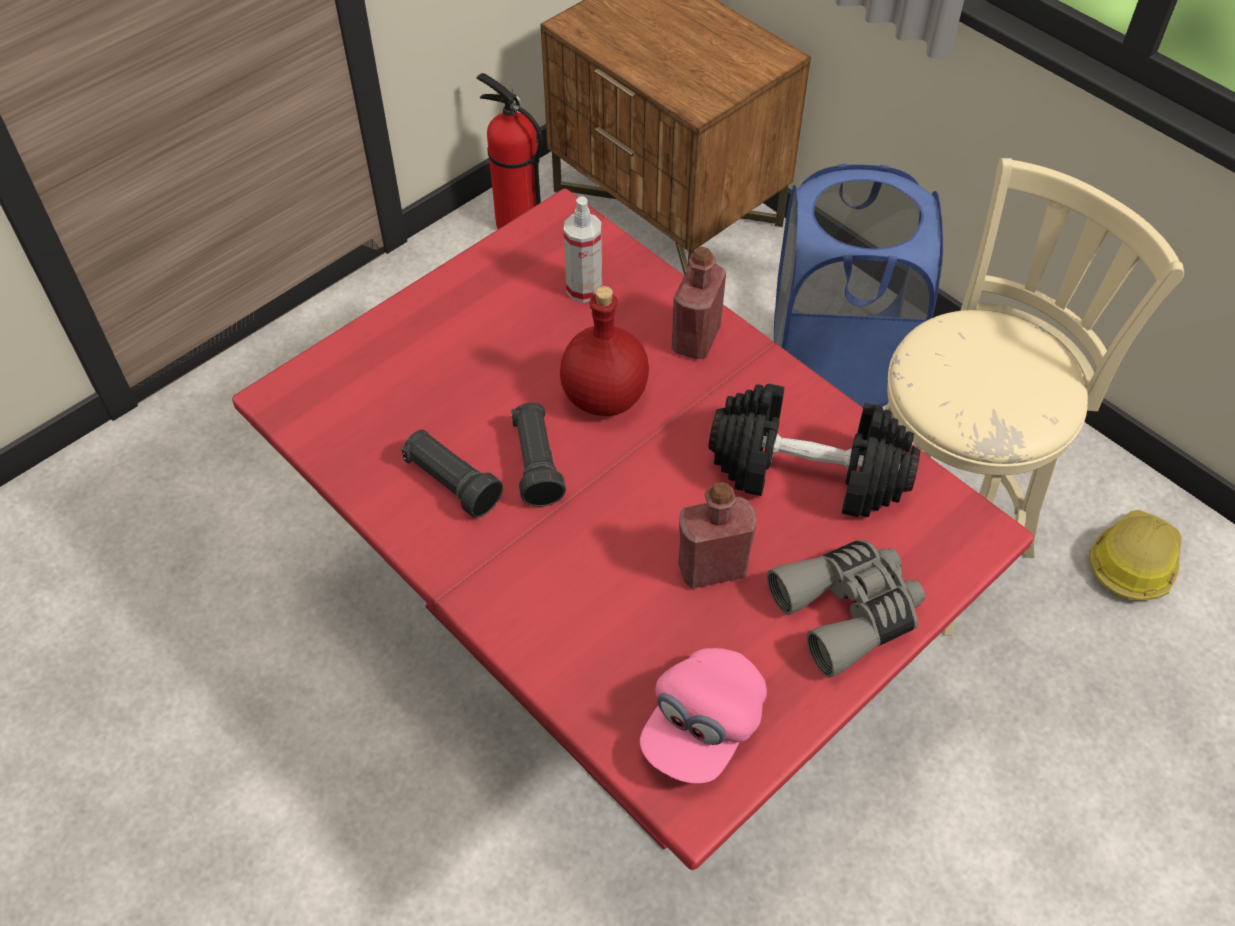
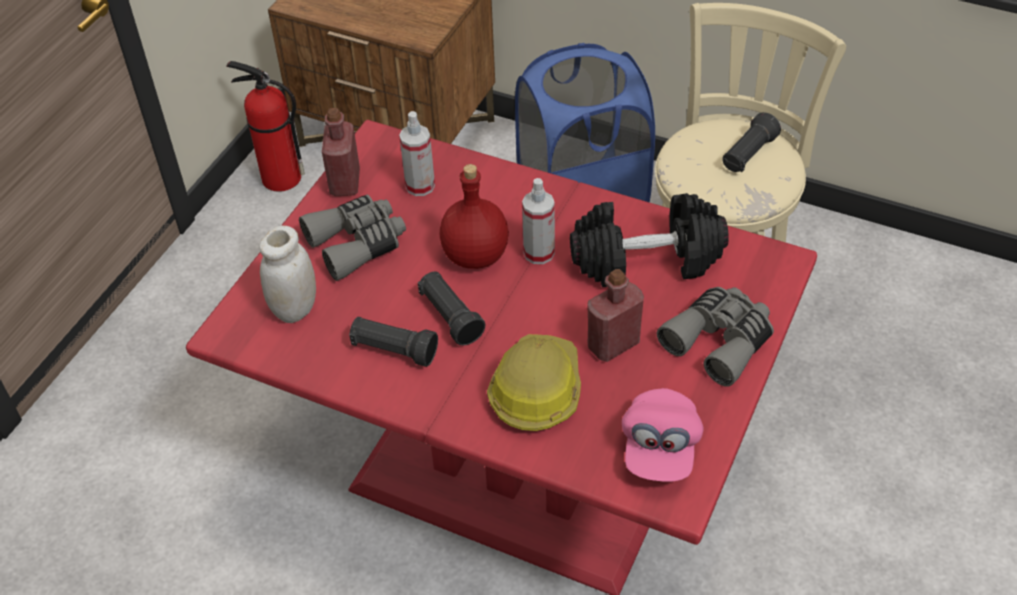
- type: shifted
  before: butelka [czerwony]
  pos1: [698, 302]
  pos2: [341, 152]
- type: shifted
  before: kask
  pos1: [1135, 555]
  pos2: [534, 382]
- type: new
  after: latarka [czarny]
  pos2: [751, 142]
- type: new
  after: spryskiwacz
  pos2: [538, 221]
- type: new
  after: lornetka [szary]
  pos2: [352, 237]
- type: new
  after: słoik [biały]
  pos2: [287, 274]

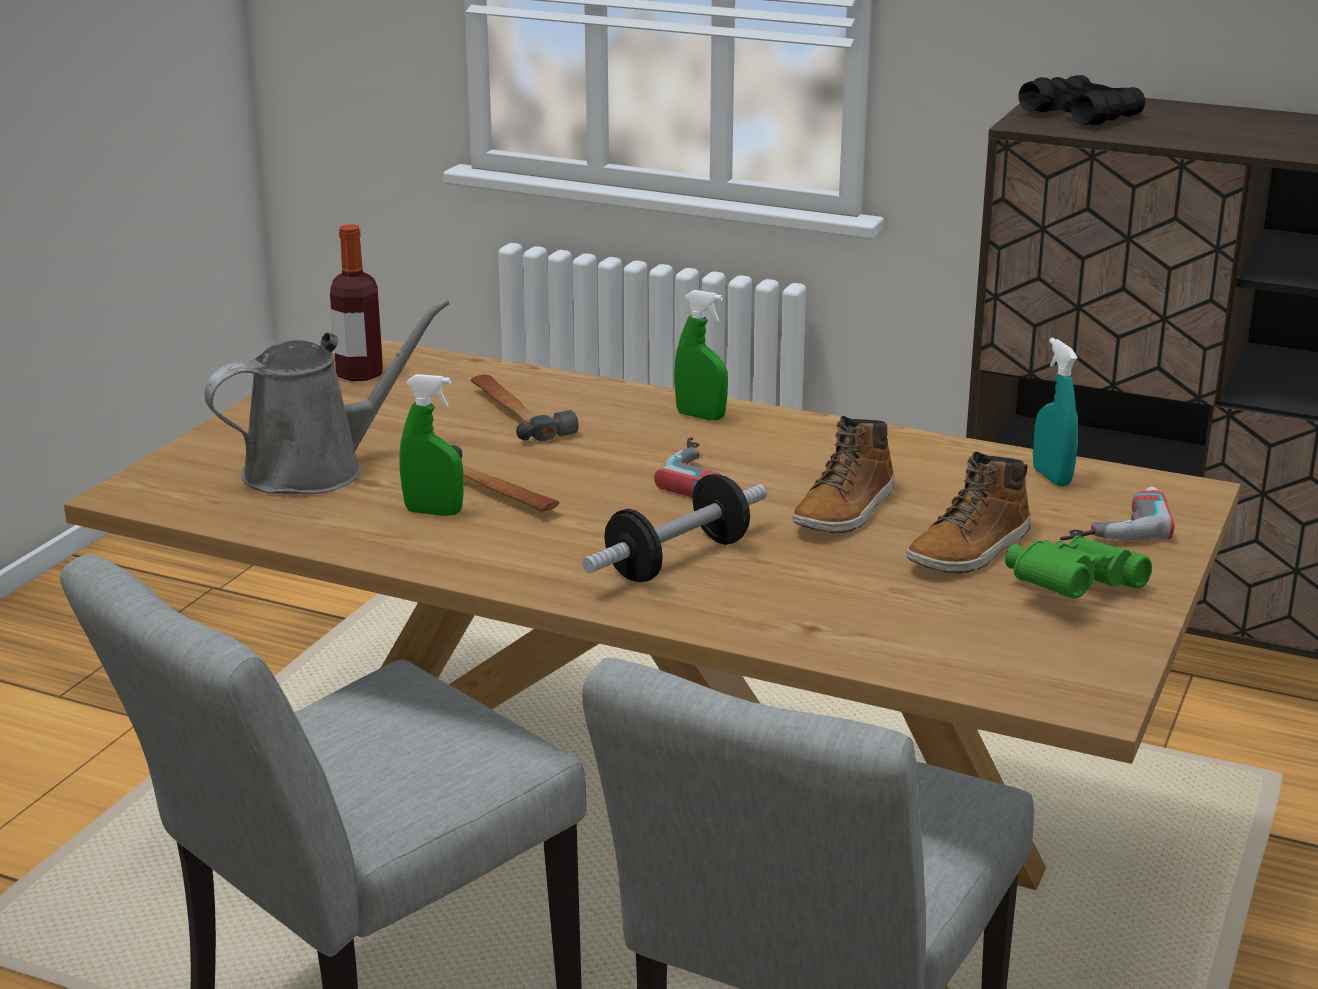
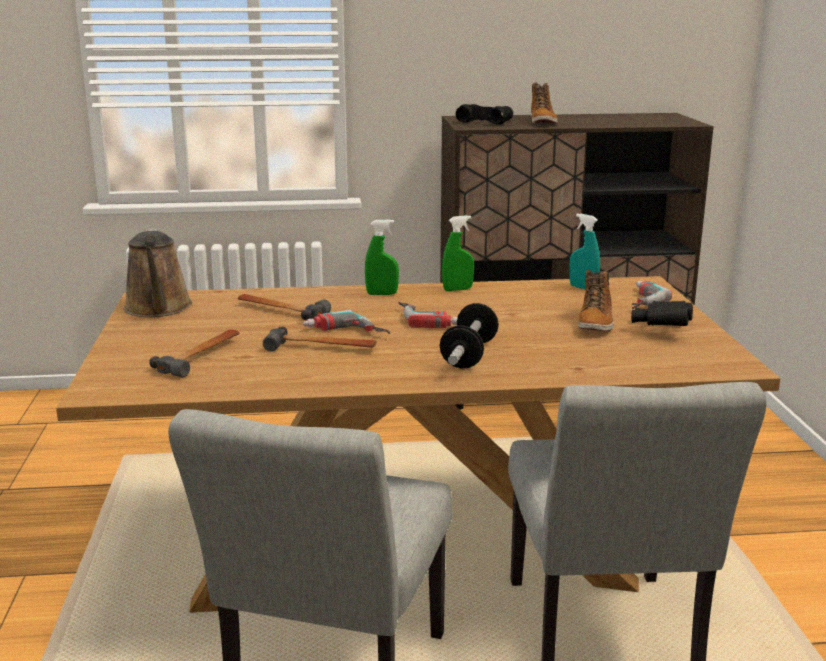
- type: swapped
  before: butelka
  after: konewka [brązowy]
  pos1: [356, 302]
  pos2: [158, 273]
- type: swapped
  before: konewka [szary]
  after: młotek
  pos1: [326, 396]
  pos2: [194, 353]
- type: shifted
  before: spryskiwacz [zielony]
  pos1: [431, 445]
  pos2: [458, 253]
- type: shifted
  before: but z cholewką
  pos1: [843, 474]
  pos2: [544, 103]
- type: repainted
  before: lornetka [zielony]
  after: lornetka [czarny]
  pos1: [1078, 567]
  pos2: [662, 313]
- type: new
  after: wiertarka
  pos2: [346, 322]

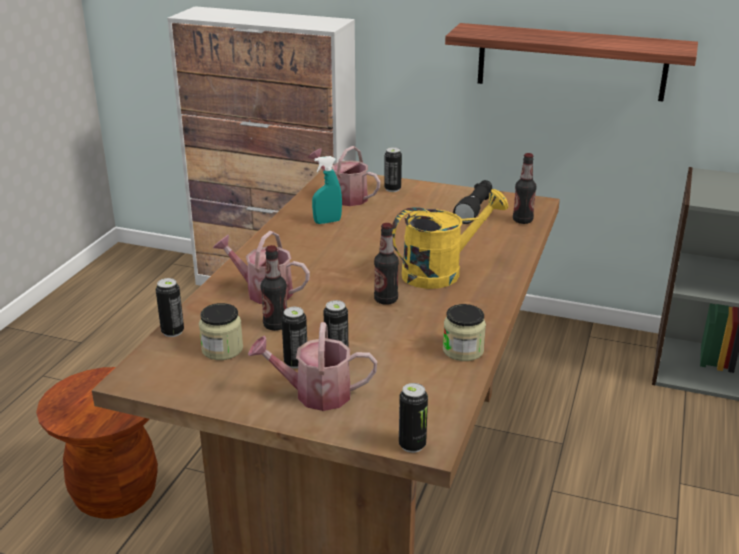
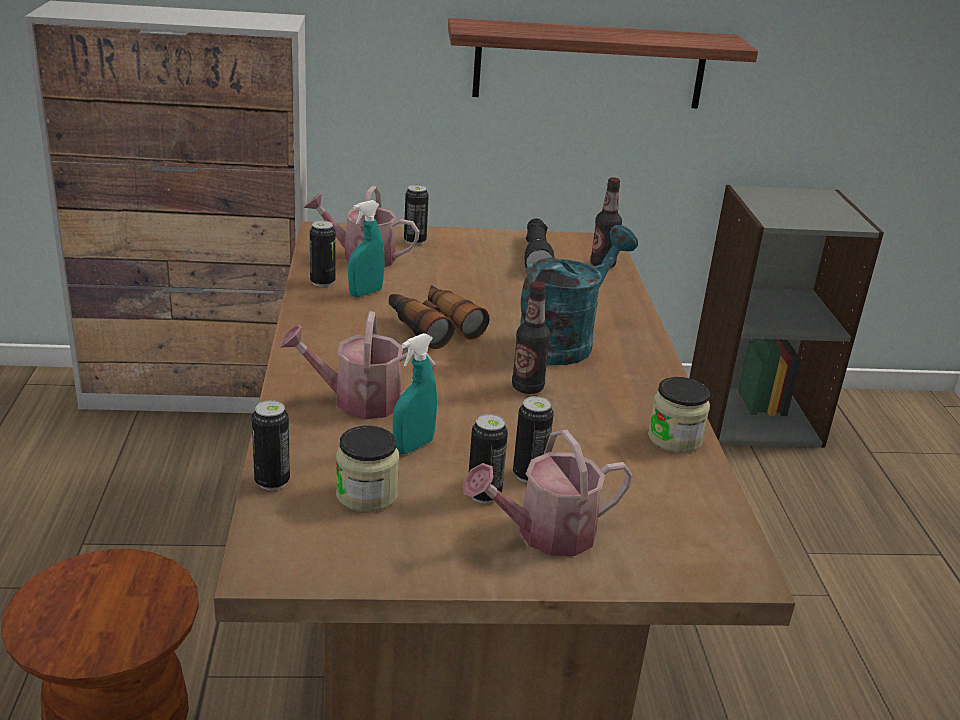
- type: repainted
  before: konewka [żółty]
  after: konewka [turkusowy]
  pos1: [450, 239]
  pos2: [579, 295]
- type: swapped
  before: butelka
  after: spryskiwacz [turkusowy]
  pos1: [273, 288]
  pos2: [415, 393]
- type: shifted
  before: puszka
  pos1: [413, 418]
  pos2: [323, 254]
- type: new
  after: lornetka
  pos2: [439, 317]

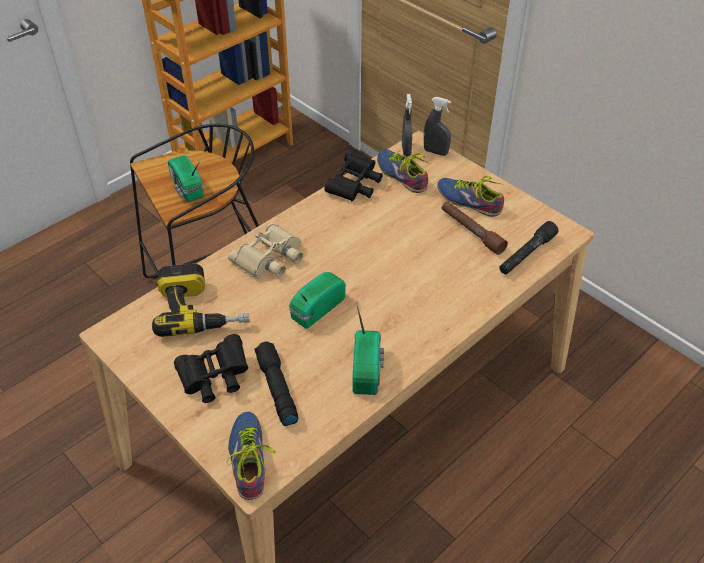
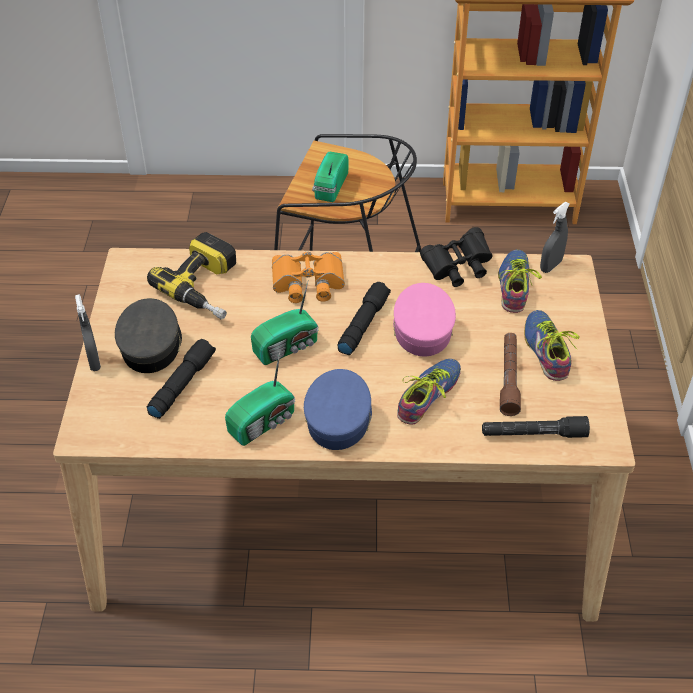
- type: shifted
  before: spryskiwacz [szary]
  pos1: [437, 126]
  pos2: [88, 332]
- type: repainted
  before: lornetka [beżowy]
  after: lornetka [pomarańczowy]
  pos1: [265, 251]
  pos2: [308, 277]
- type: rotated
  before: radio
  pos1: [317, 300]
  pos2: [285, 323]
  turn: 150
- type: swapped
  before: lornetka [czarny]
  after: czapka z daszkiem [szary]
  pos1: [211, 368]
  pos2: [148, 335]
- type: shifted
  before: but
  pos1: [251, 456]
  pos2: [429, 392]
- type: new
  after: latarka [czarny]
  pos2: [364, 318]
- type: new
  after: czapka z daszkiem [różowy]
  pos2: [424, 319]
- type: new
  after: czapka z daszkiem [niebieski]
  pos2: [338, 409]

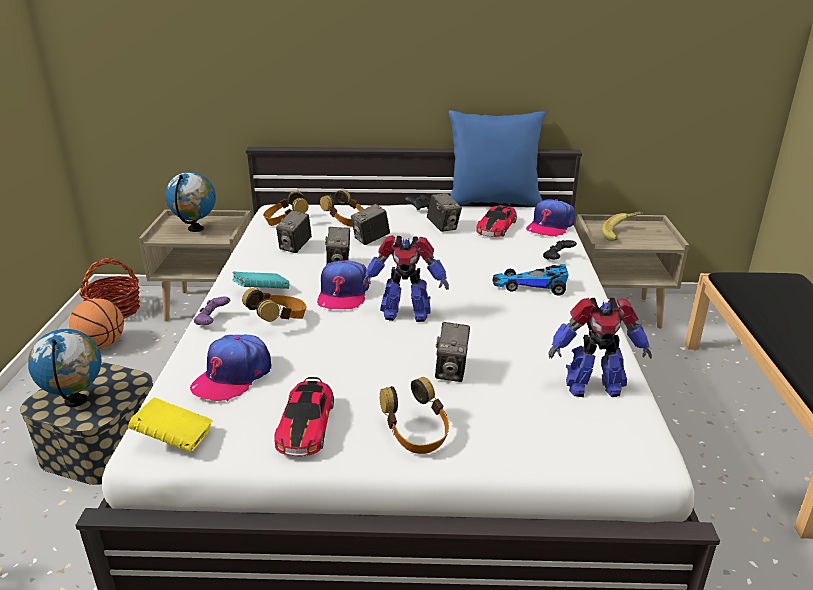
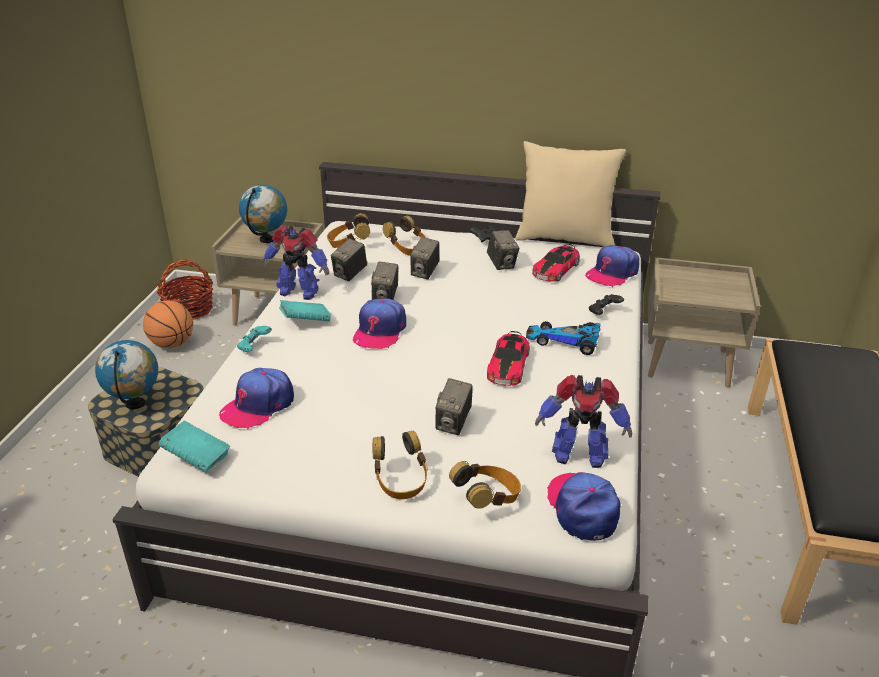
- type: repainted
  before: poduszka [niebieski]
  after: poduszka [beżowy]
  pos1: [497, 158]
  pos2: [570, 194]
- type: rotated
  before: aparat fotograficzny
  pos1: [370, 224]
  pos2: [424, 258]
  turn: -45
- type: gone
  before: banan
  pos1: [622, 226]
- type: shifted
  before: robot zabawkowy
  pos1: [406, 278]
  pos2: [295, 263]
- type: shifted
  before: słuchawki
  pos1: [274, 305]
  pos2: [485, 485]
- type: repainted
  before: pad do gier [fioletowy]
  after: pad do gier [turkusowy]
  pos1: [212, 311]
  pos2: [254, 339]
- type: shifted
  before: samochodzik
  pos1: [304, 416]
  pos2: [508, 358]
- type: repainted
  before: książka [żółty]
  after: książka [turkusowy]
  pos1: [170, 424]
  pos2: [194, 447]
- type: new
  after: czapka z daszkiem
  pos2: [584, 506]

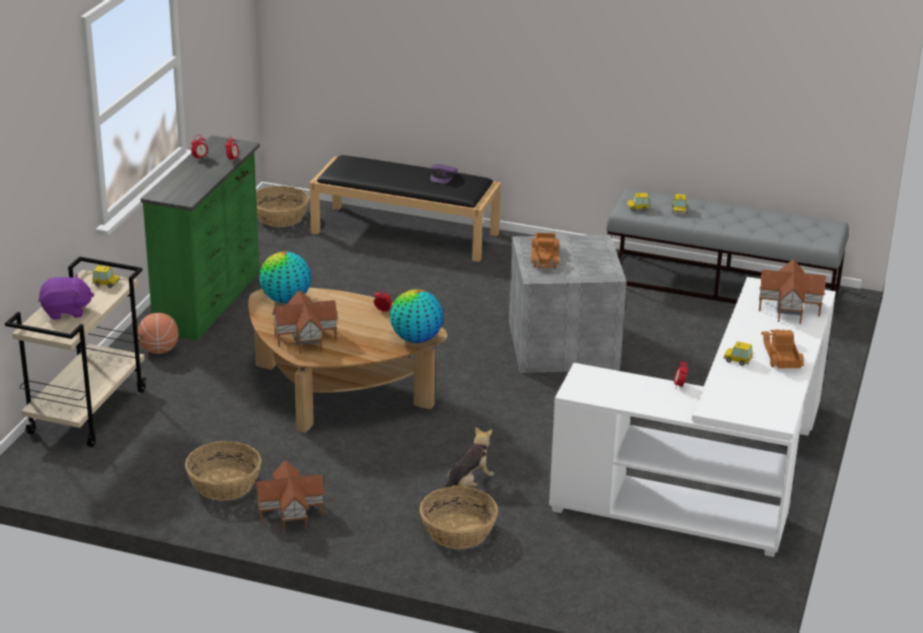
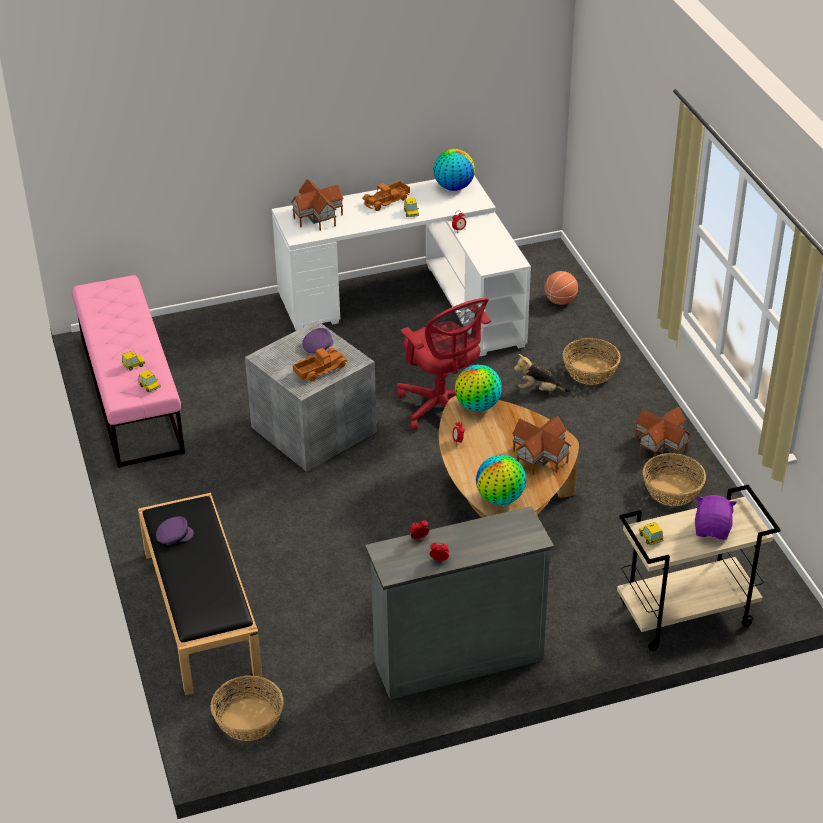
- type: repainted
  before: komoda [zielony]
  after: komoda [szary]
  pos1: [200, 238]
  pos2: [459, 603]
- type: repainted
  before: ławka [szary]
  after: ławka [różowy]
  pos1: [727, 246]
  pos2: [128, 371]
- type: rotated
  before: pluszak [fioletowy]
  pos1: [66, 297]
  pos2: [716, 517]
  turn: 60
- type: shifted
  before: piłka do koszykówki
  pos1: [158, 333]
  pos2: [561, 288]
- type: new
  after: globus
  pos2: [454, 170]
- type: new
  after: krzesło biurowe [czerwony]
  pos2: [443, 364]
- type: new
  after: czapka z daszkiem [fioletowy]
  pos2: [318, 341]

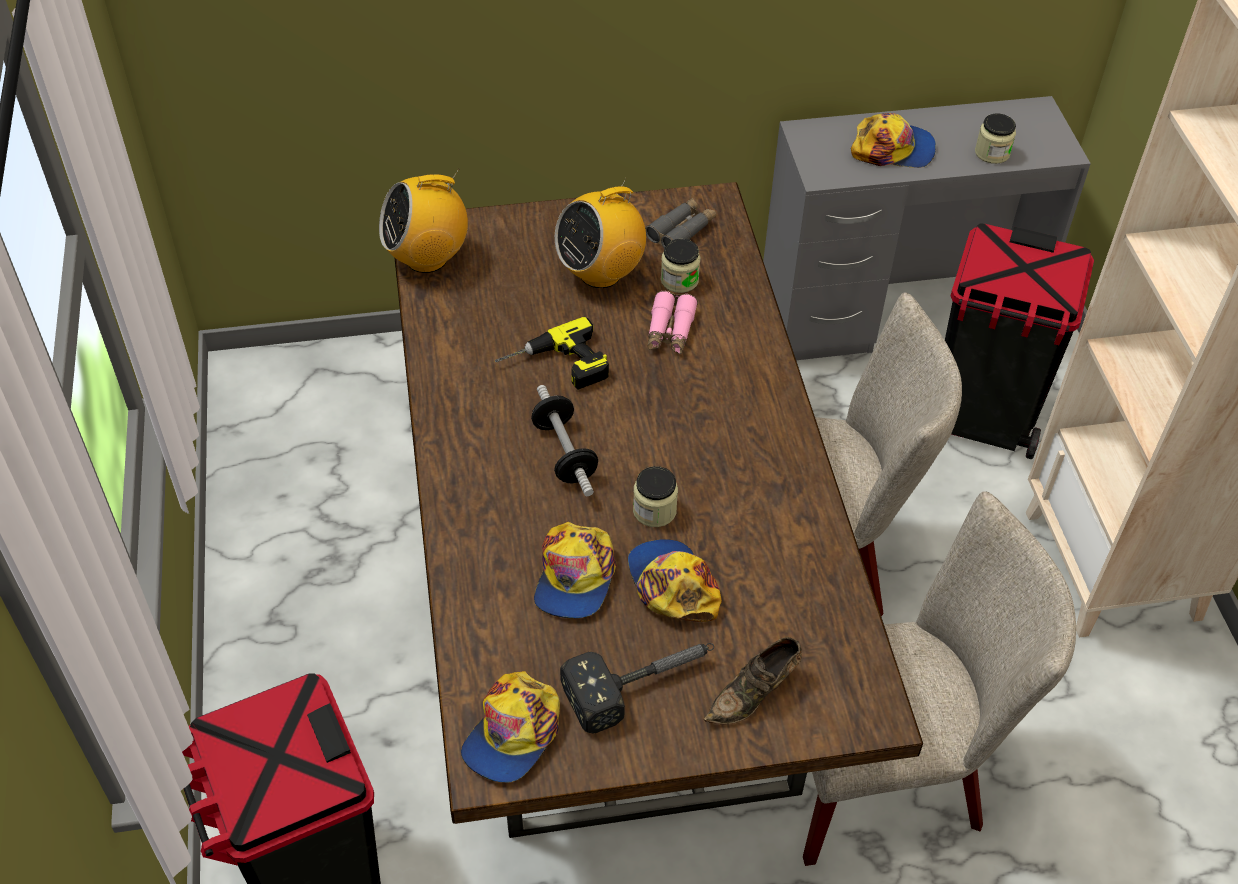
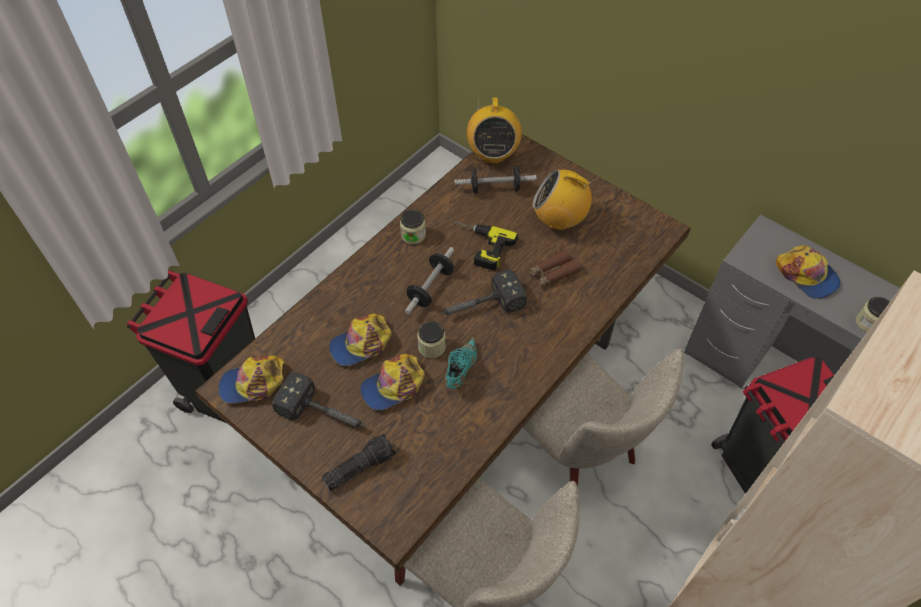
- type: rotated
  before: radio
  pos1: [423, 220]
  pos2: [494, 130]
  turn: -120
- type: gone
  before: lornetka [szary]
  pos1: [680, 223]
- type: shifted
  before: słoik
  pos1: [681, 266]
  pos2: [413, 227]
- type: repainted
  before: lornetka [różowy]
  after: lornetka [brązowy]
  pos1: [672, 322]
  pos2: [554, 268]
- type: rotated
  before: czapka z daszkiem
  pos1: [675, 580]
  pos2: [392, 382]
  turn: -150
- type: swapped
  before: but [brązowy]
  after: latarka
  pos1: [753, 681]
  pos2: [358, 462]
- type: new
  after: hantel
  pos2: [495, 180]
- type: new
  after: młotek
  pos2: [483, 292]
- type: new
  after: but [turkusowy]
  pos2: [461, 363]

